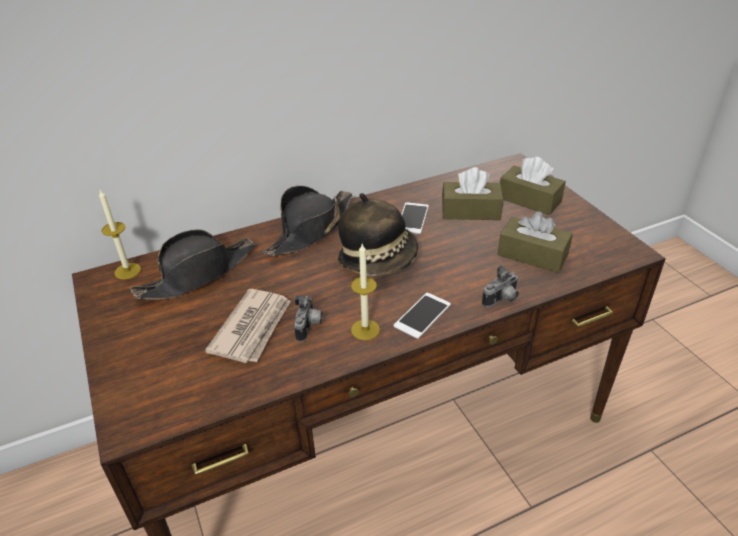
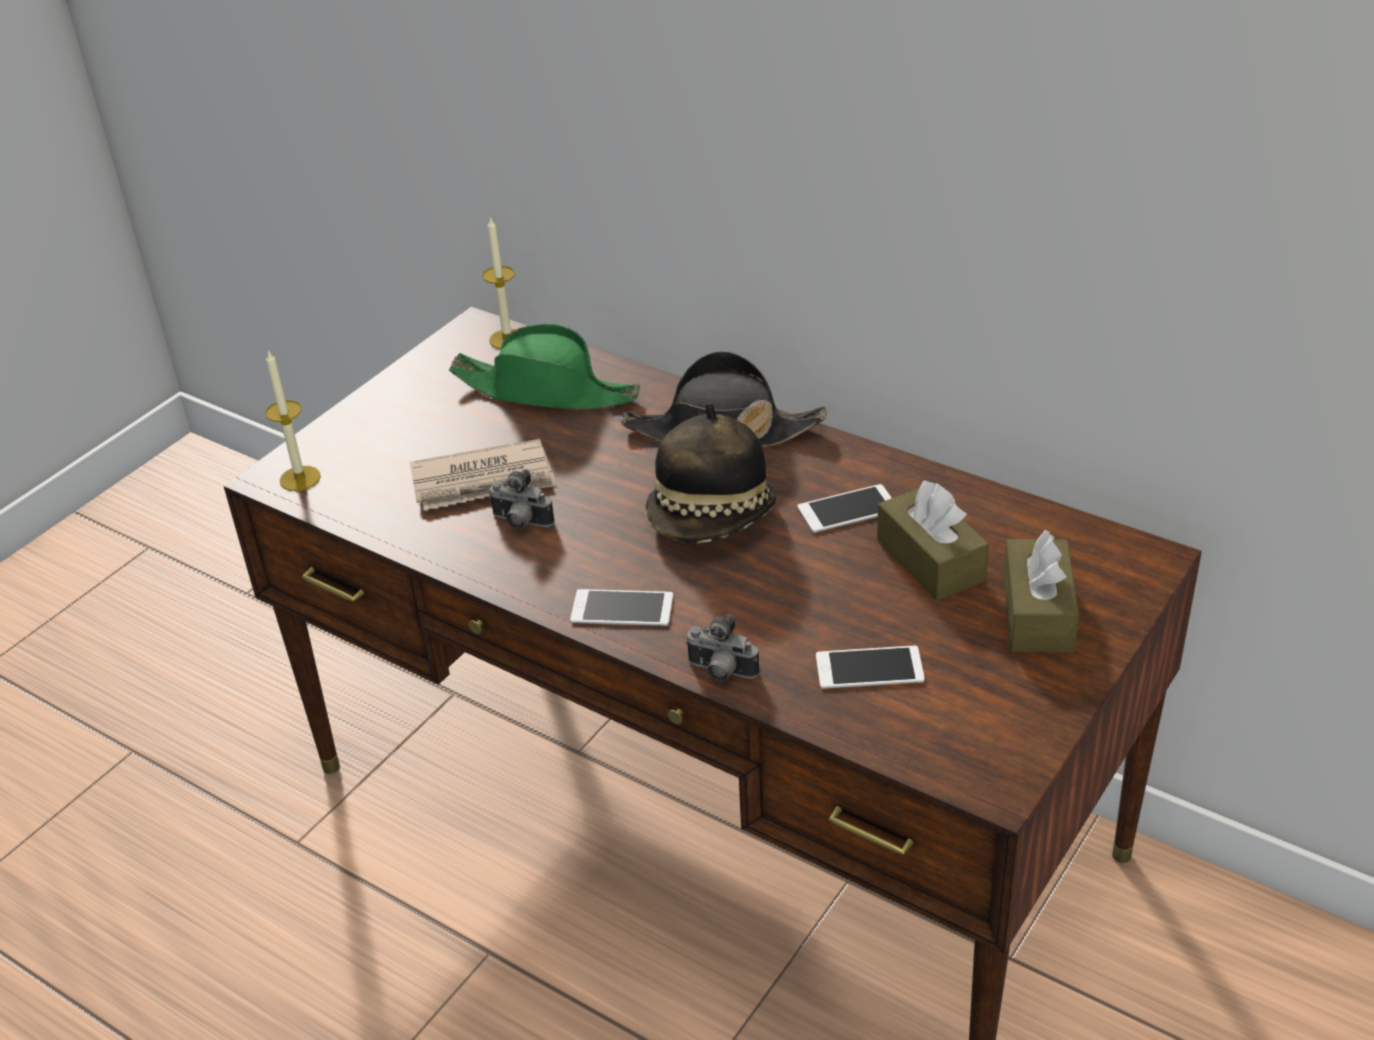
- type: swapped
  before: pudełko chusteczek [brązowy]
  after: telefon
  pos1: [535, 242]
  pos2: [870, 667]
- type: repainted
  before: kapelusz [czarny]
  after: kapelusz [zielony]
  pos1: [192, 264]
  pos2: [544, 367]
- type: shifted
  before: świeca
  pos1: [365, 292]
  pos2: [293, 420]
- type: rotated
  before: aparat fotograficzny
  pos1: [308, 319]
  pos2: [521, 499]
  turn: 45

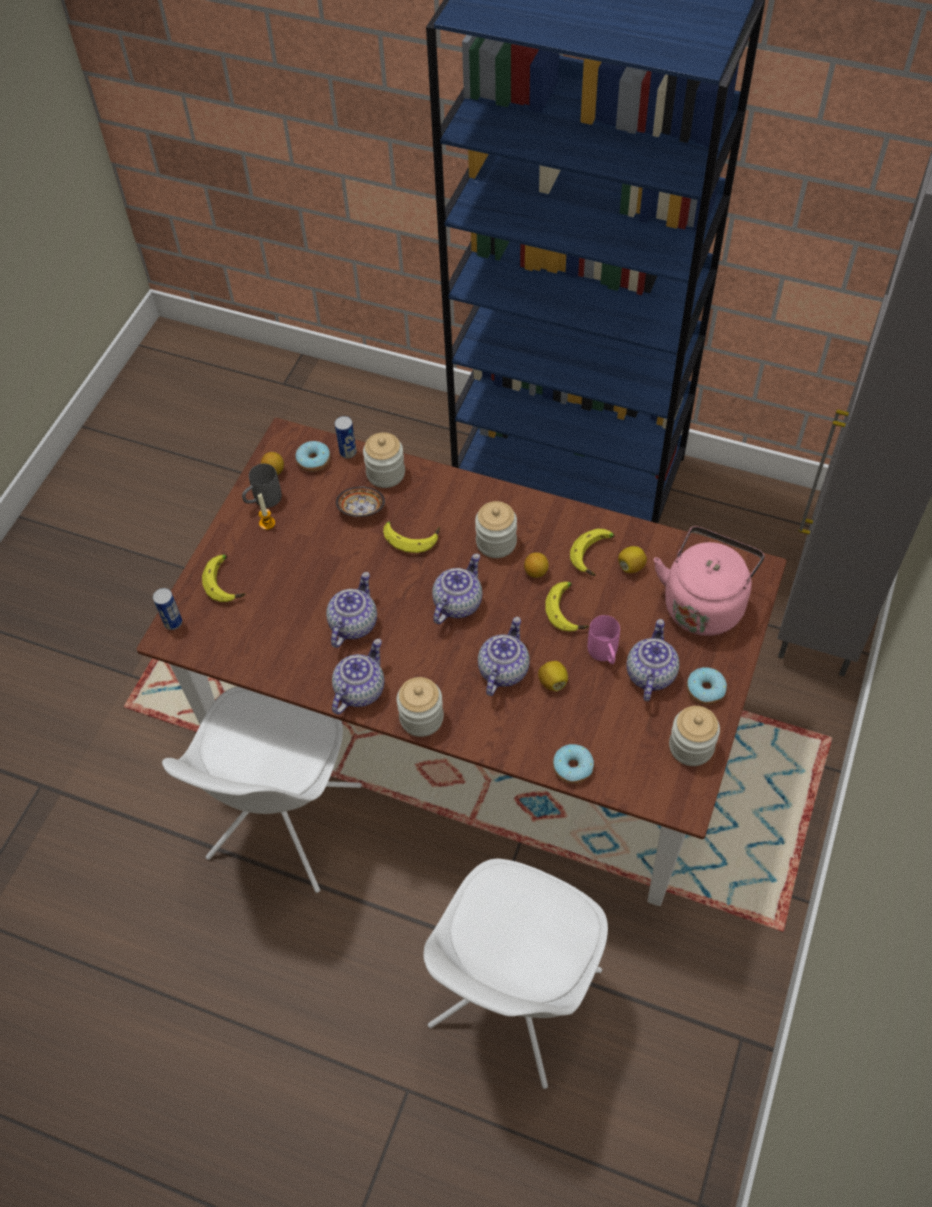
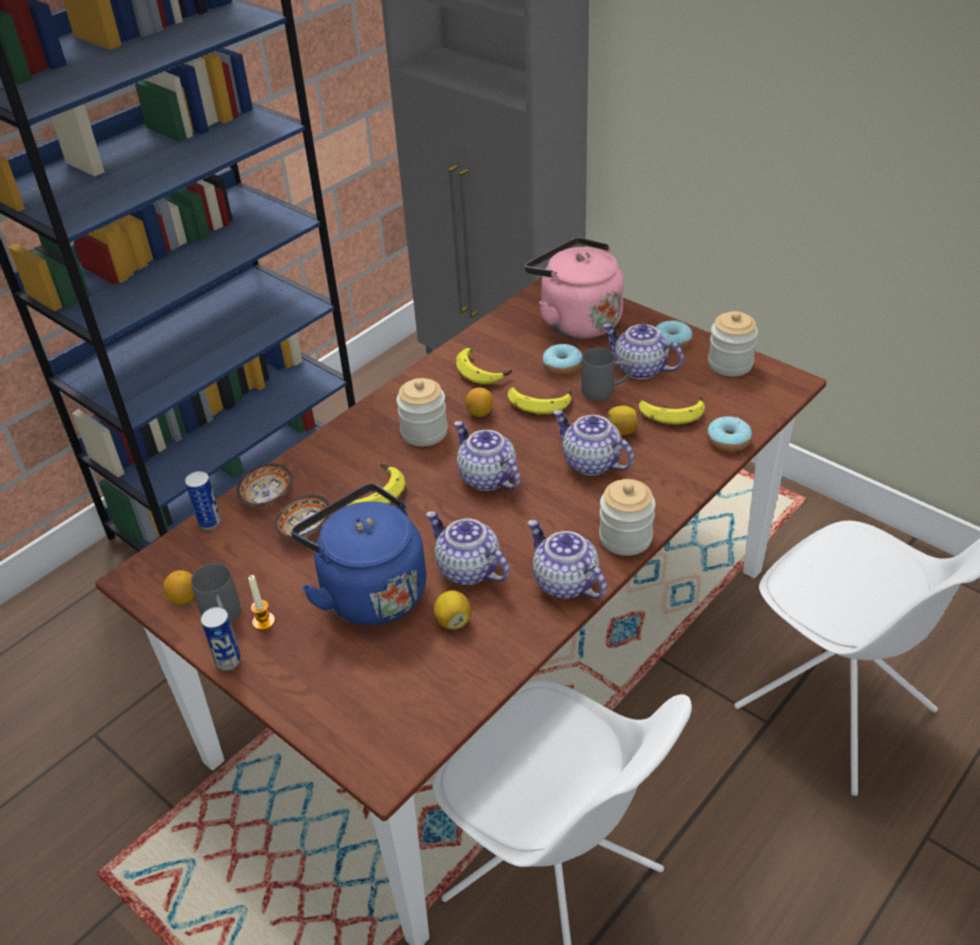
- type: swapped
  before: słoik
  after: miska
  pos1: [384, 460]
  pos2: [264, 485]
- type: shifted
  before: donut
  pos1: [313, 456]
  pos2: [562, 359]
- type: shifted
  before: cytryna
  pos1: [632, 559]
  pos2: [453, 610]
- type: shifted
  before: banan
  pos1: [224, 578]
  pos2: [672, 409]
- type: shifted
  before: puszka
  pos1: [167, 609]
  pos2: [221, 639]
- type: repainted
  before: kubek [różowy]
  after: kubek [szary]
  pos1: [604, 639]
  pos2: [606, 374]
- type: new
  after: czajnik [niebieski]
  pos2: [358, 554]

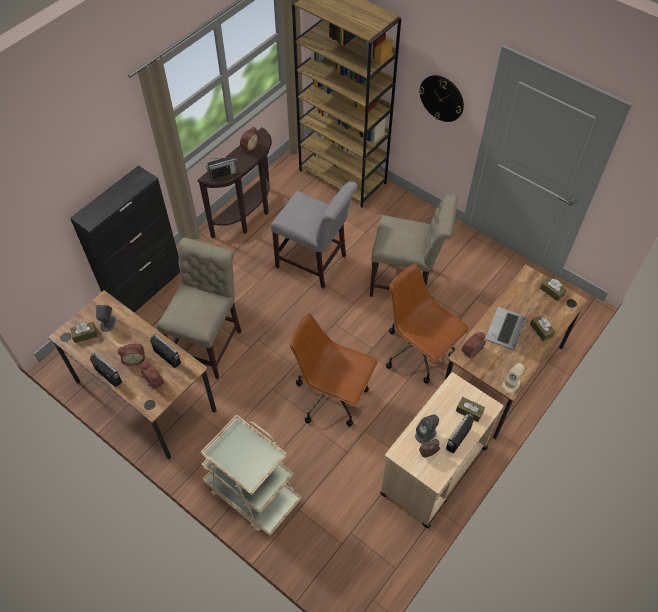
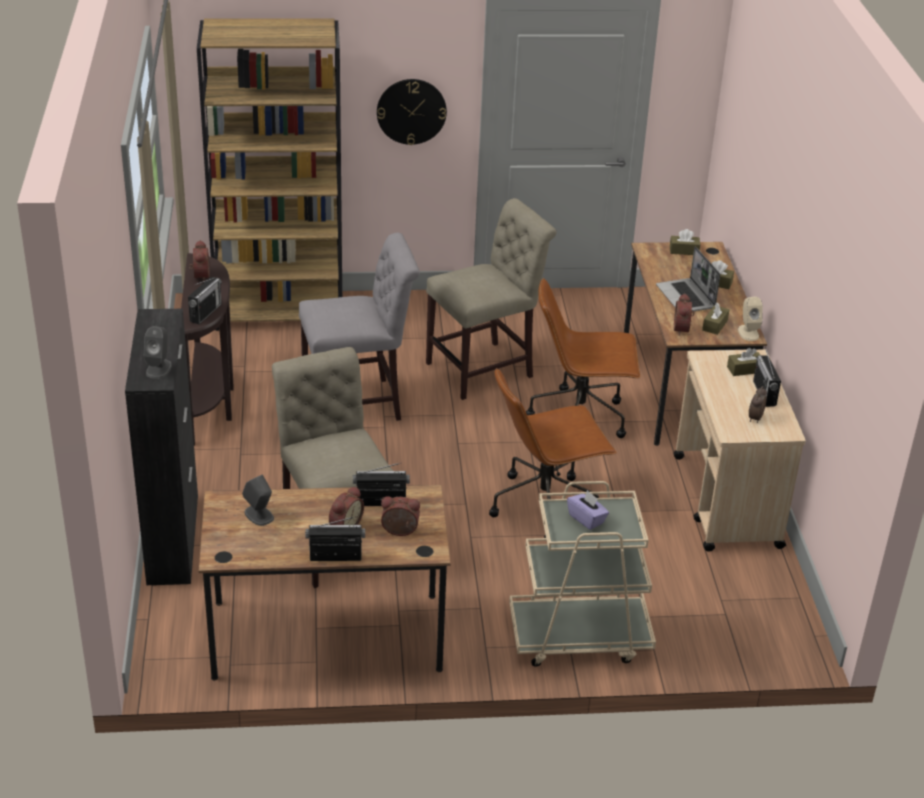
- type: shifted
  before: pudełko chusteczek [brązowy]
  pos1: [84, 332]
  pos2: [715, 318]
- type: shifted
  before: głośnik [szary]
  pos1: [427, 429]
  pos2: [158, 352]
- type: new
  after: pudełko chusteczek [fioletowy]
  pos2: [588, 510]

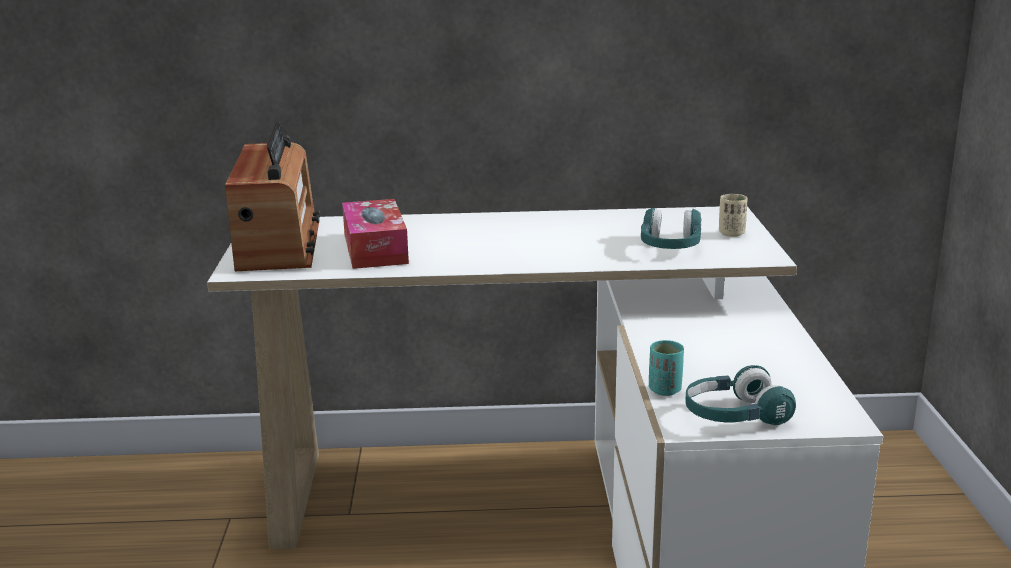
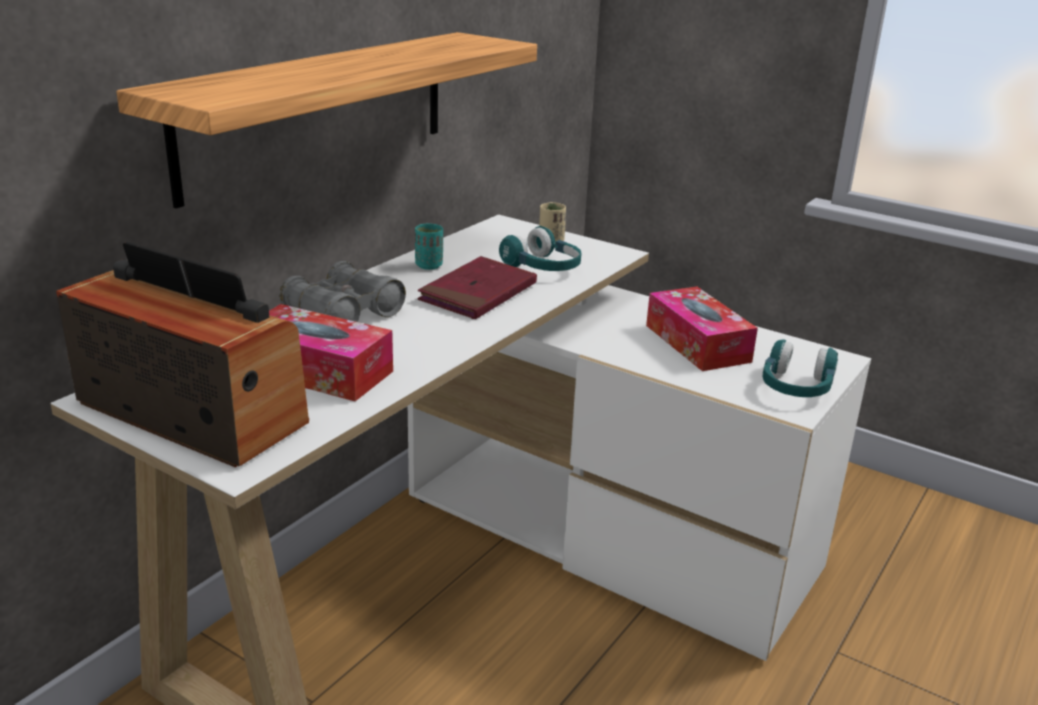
- type: shifted
  before: filiżanka [turkusowy]
  pos1: [666, 368]
  pos2: [429, 247]
- type: new
  after: półka
  pos2: [326, 120]
- type: new
  after: książka [czerwony]
  pos2: [477, 287]
- type: new
  after: lornetka [szary]
  pos2: [342, 291]
- type: new
  after: pudełko chusteczek
  pos2: [702, 328]

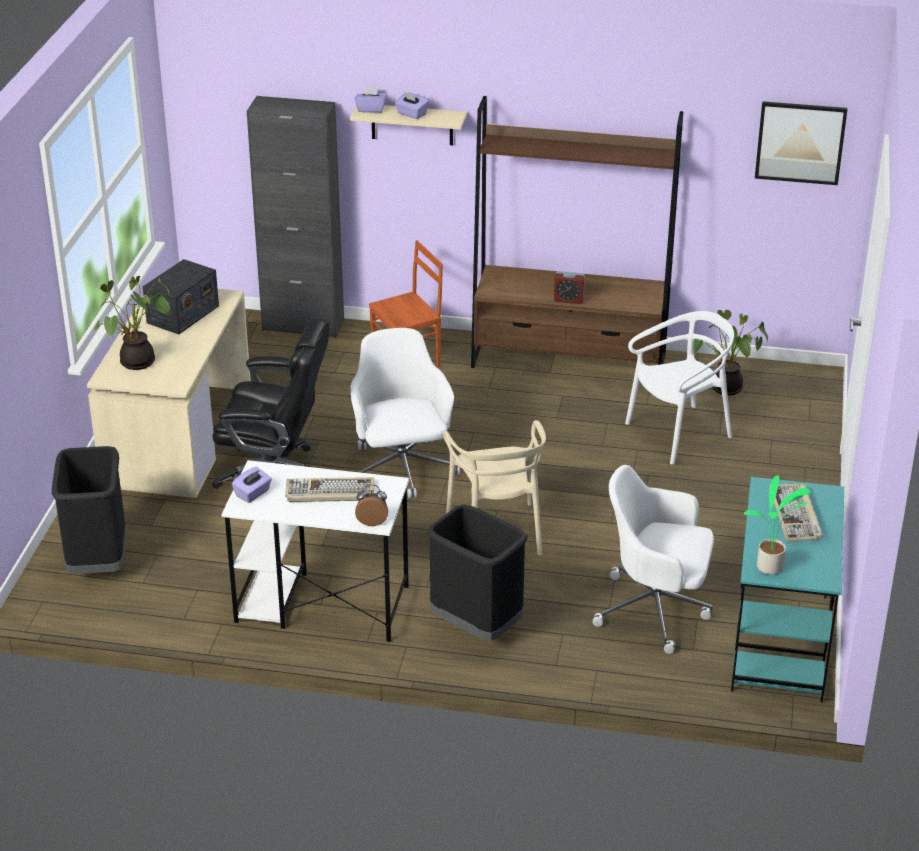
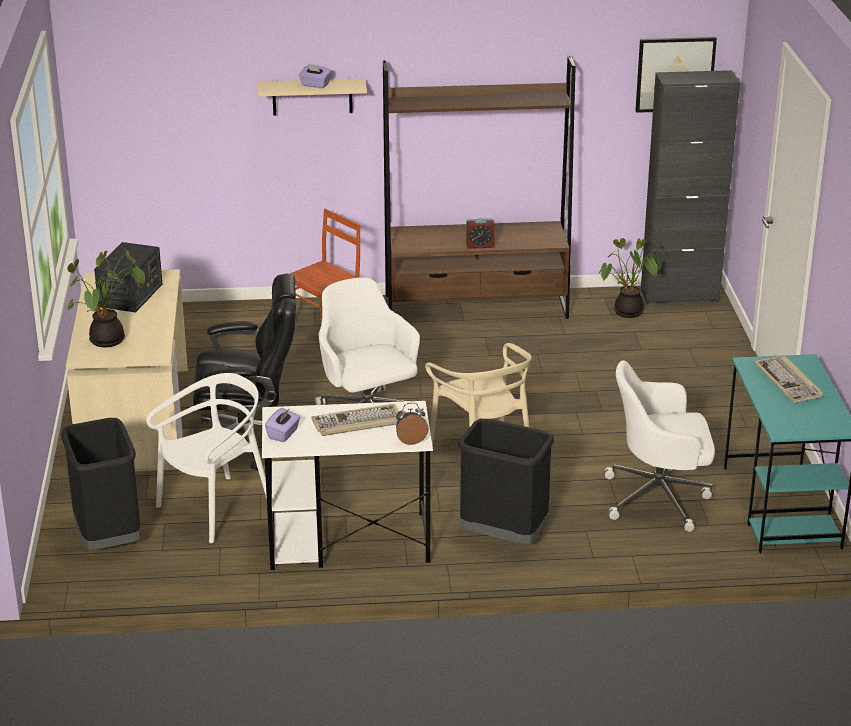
- type: gone
  before: pudełko chusteczek [fioletowy]
  pos1: [371, 99]
- type: shifted
  before: szafka [czarny]
  pos1: [295, 217]
  pos2: [690, 187]
- type: shifted
  before: krzesło [biały]
  pos1: [679, 387]
  pos2: [206, 458]
- type: gone
  before: roślina doniczkowa
  pos1: [777, 525]

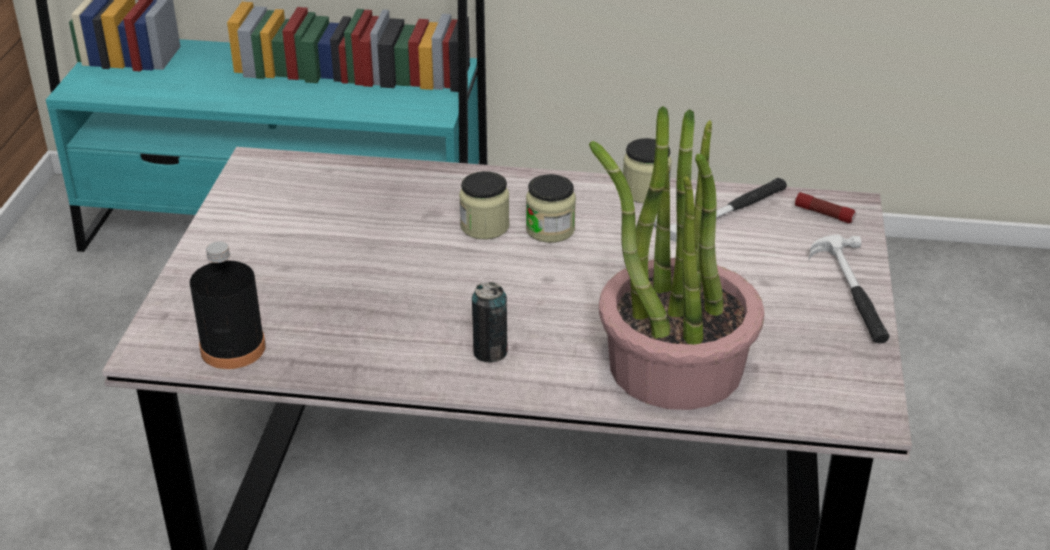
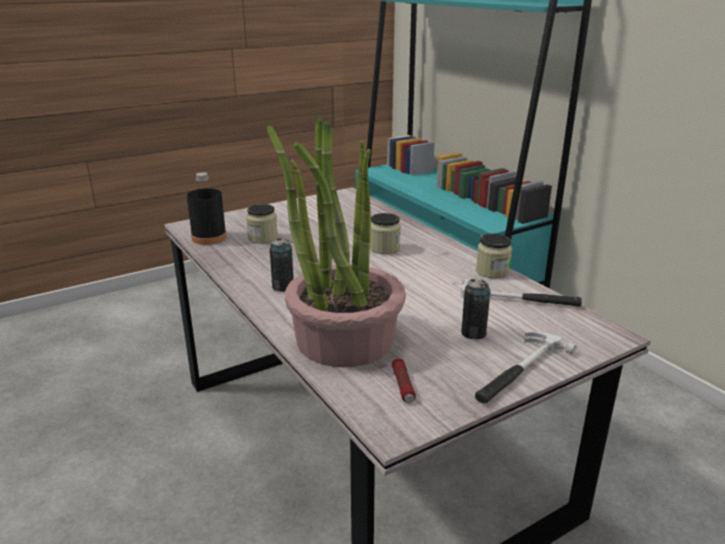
- type: shifted
  before: słoik
  pos1: [551, 208]
  pos2: [262, 223]
- type: shifted
  before: latarka
  pos1: [825, 207]
  pos2: [404, 381]
- type: new
  after: puszka
  pos2: [476, 309]

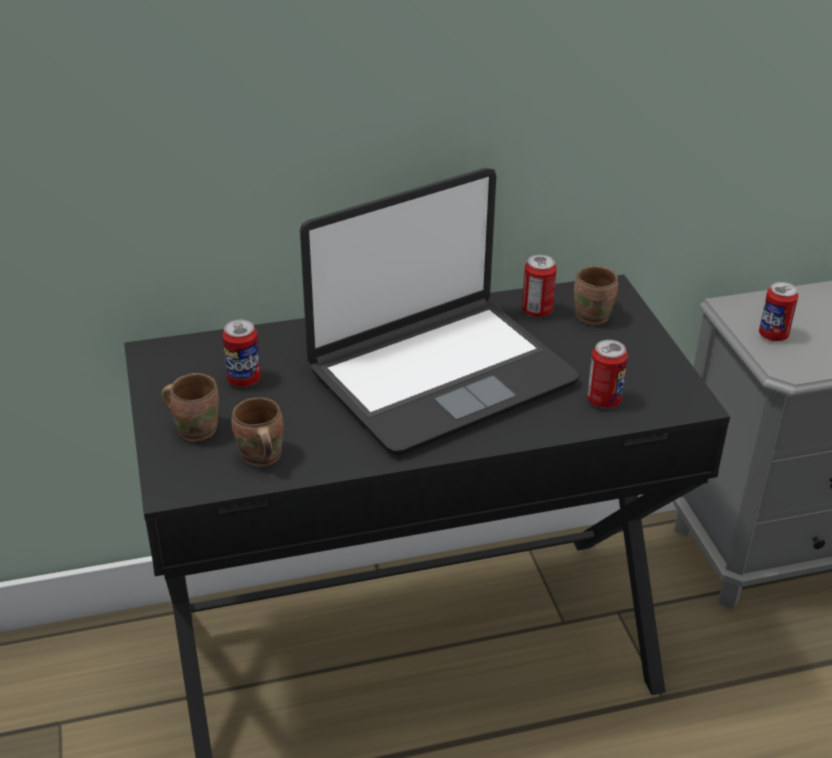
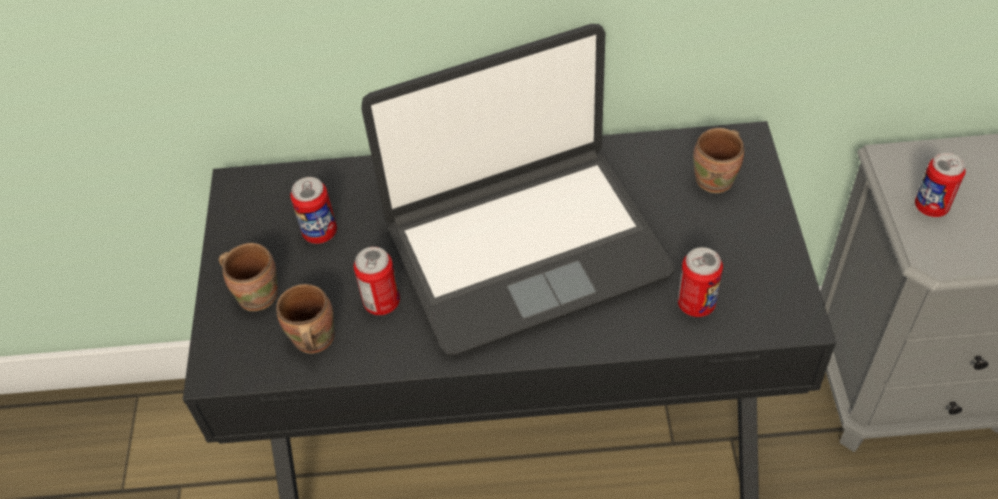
- type: shifted
  before: puszka
  pos1: [539, 286]
  pos2: [377, 281]

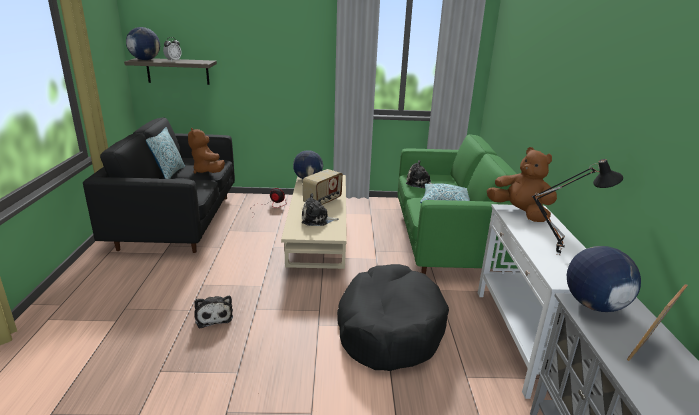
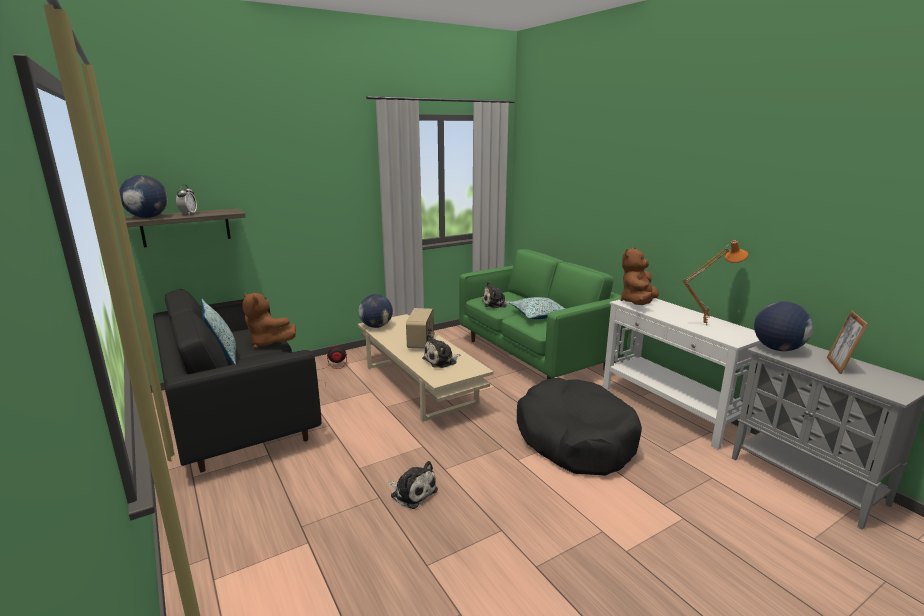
- type: rotated
  before: pluszak [brązowy]
  pos1: [522, 184]
  pos2: [639, 276]
  turn: -75
- type: repainted
  before: lampa stołowa [czarny]
  after: lampa stołowa [pomarańczowy]
  pos1: [577, 207]
  pos2: [715, 282]

